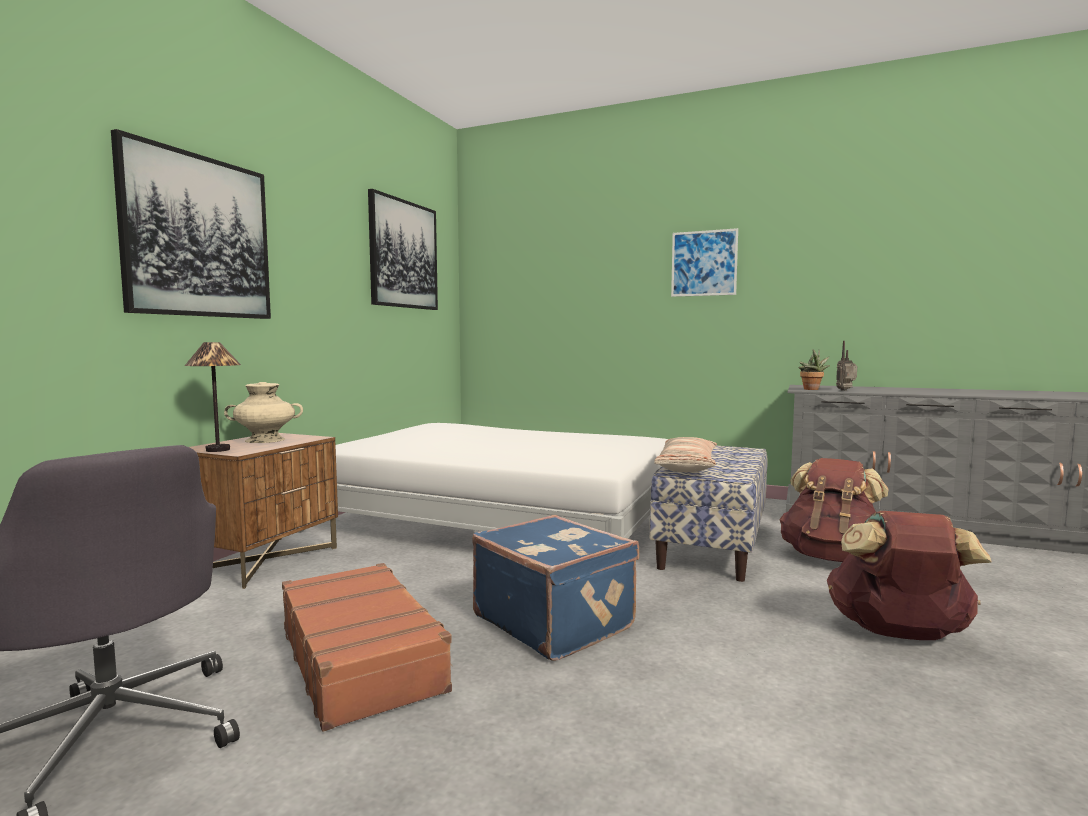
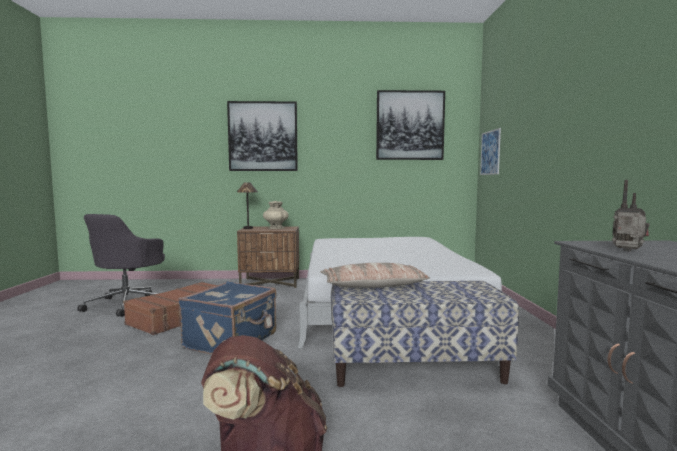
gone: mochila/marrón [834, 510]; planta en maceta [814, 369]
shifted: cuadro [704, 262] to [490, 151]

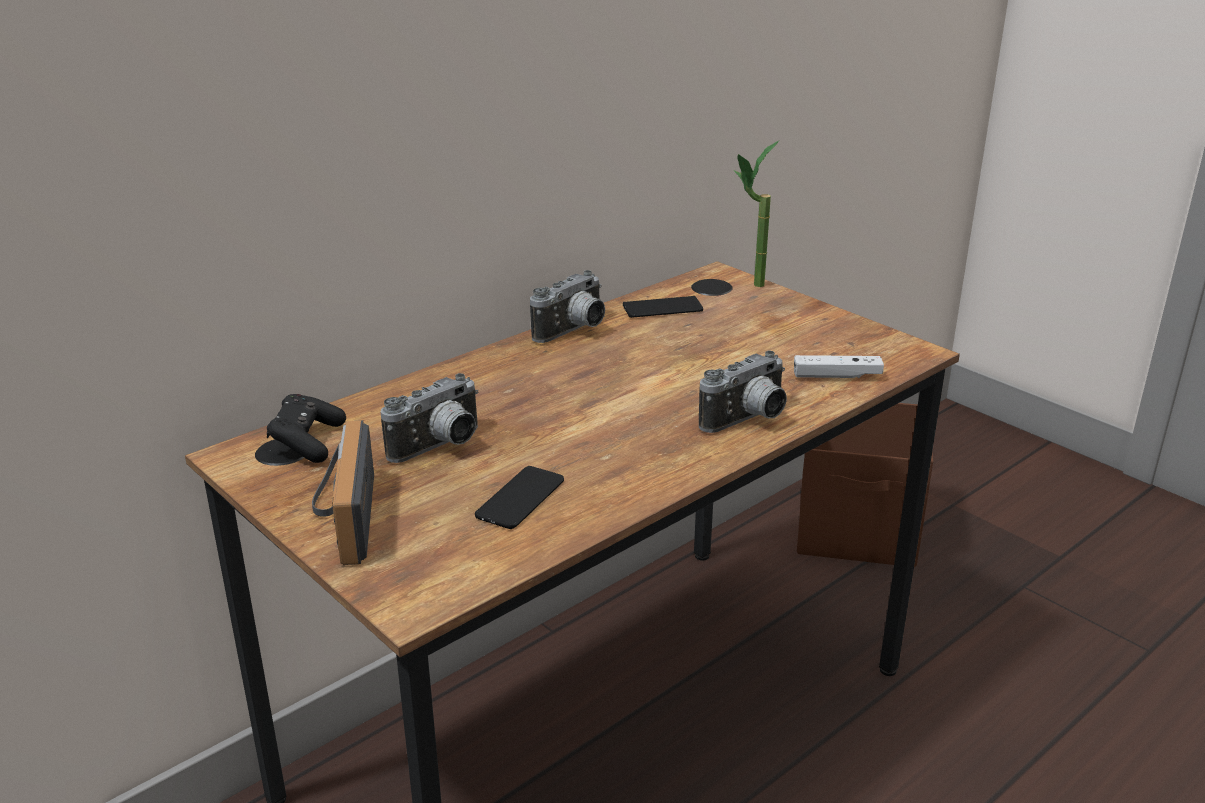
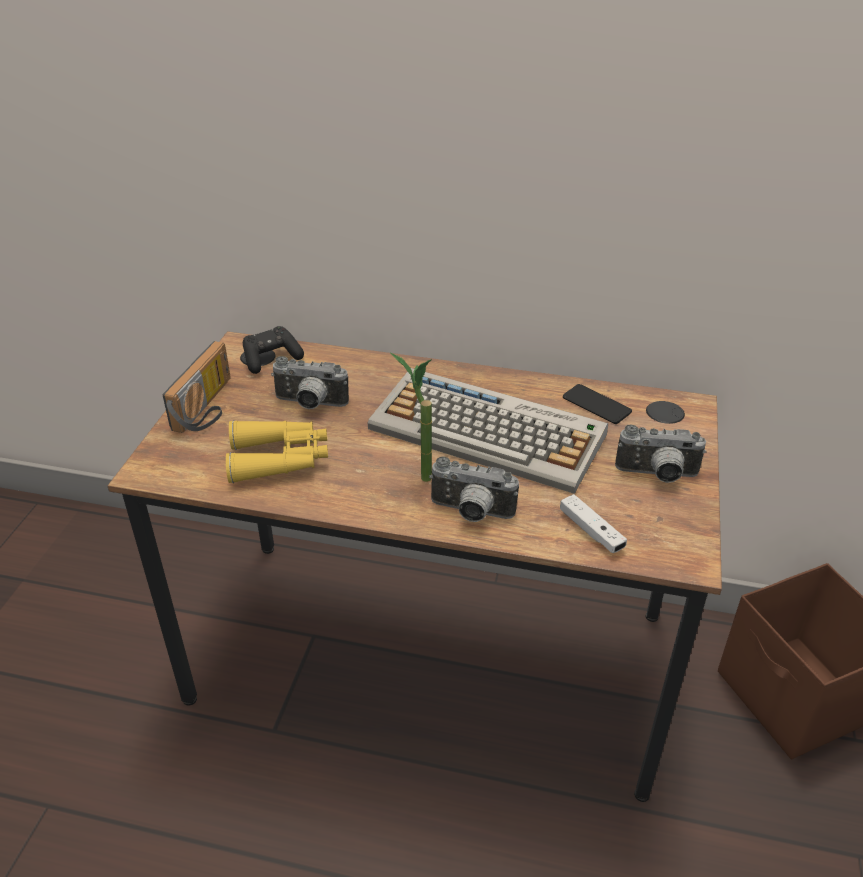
new: teclado [488, 431]
shifted: cámara [567, 306] to [661, 453]; planta en maceta [756, 214] to [411, 417]
swapped: móvil [519, 497] to prismáticos/amarillo [277, 451]
rotated: radio [343, 492] = [196, 387] 150 degrees clockwise

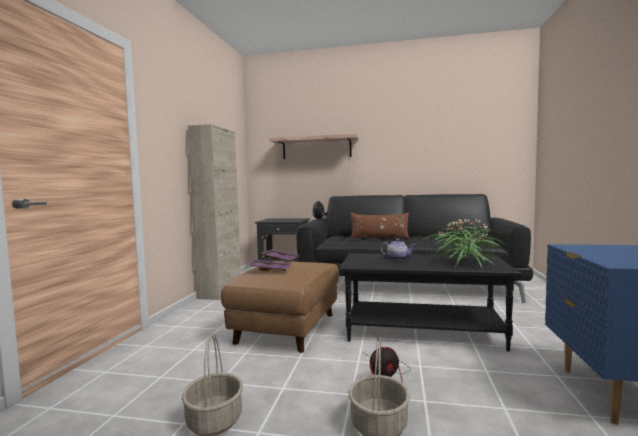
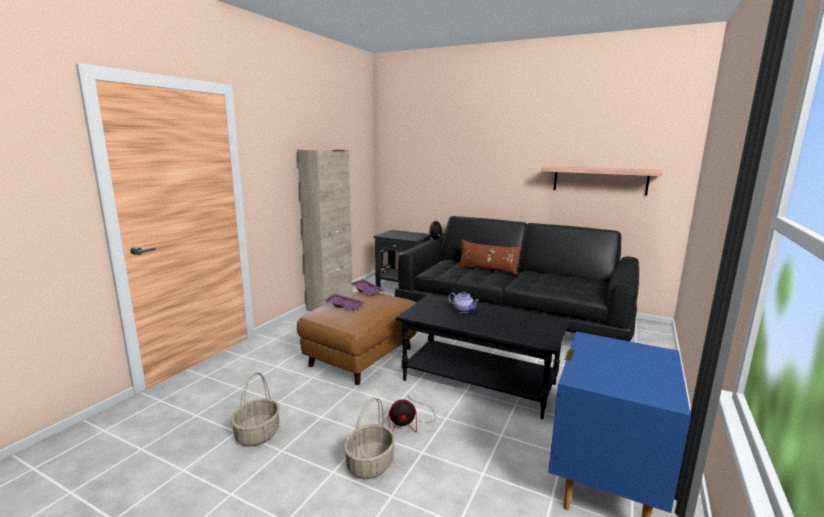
gone: planta en maceta [465, 243]
shifted: estante [314, 146] to [602, 180]

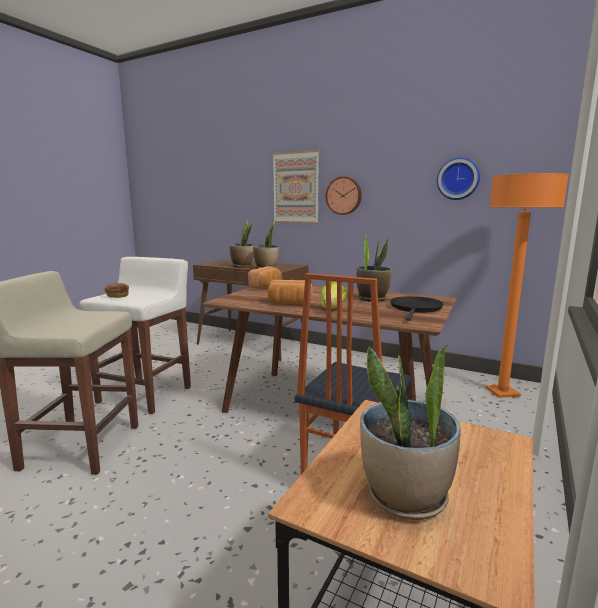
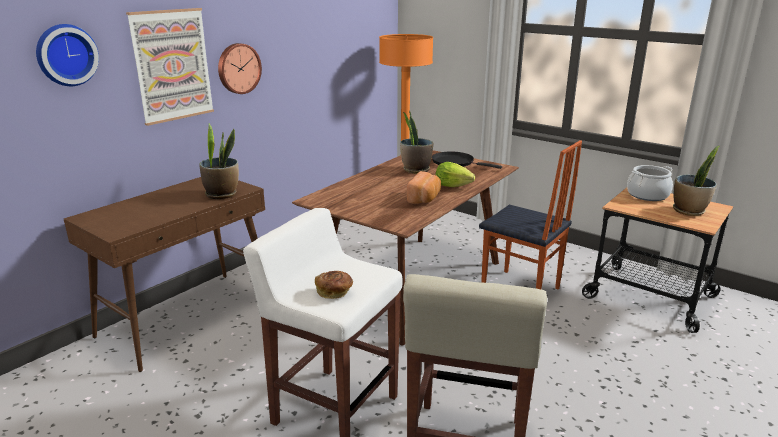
gone: planta en maceta [242, 244]; pan [265, 277]
new: olla [650, 183]
shifted: reloj de pared [458, 178] to [67, 55]

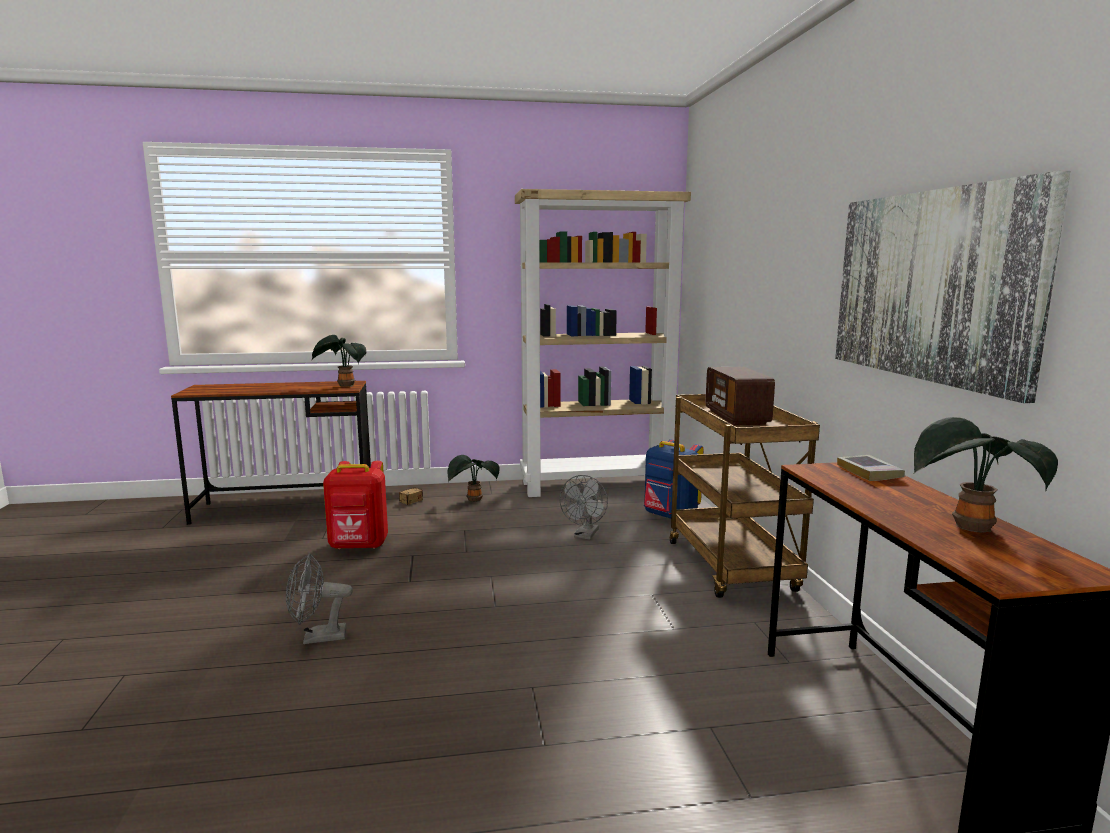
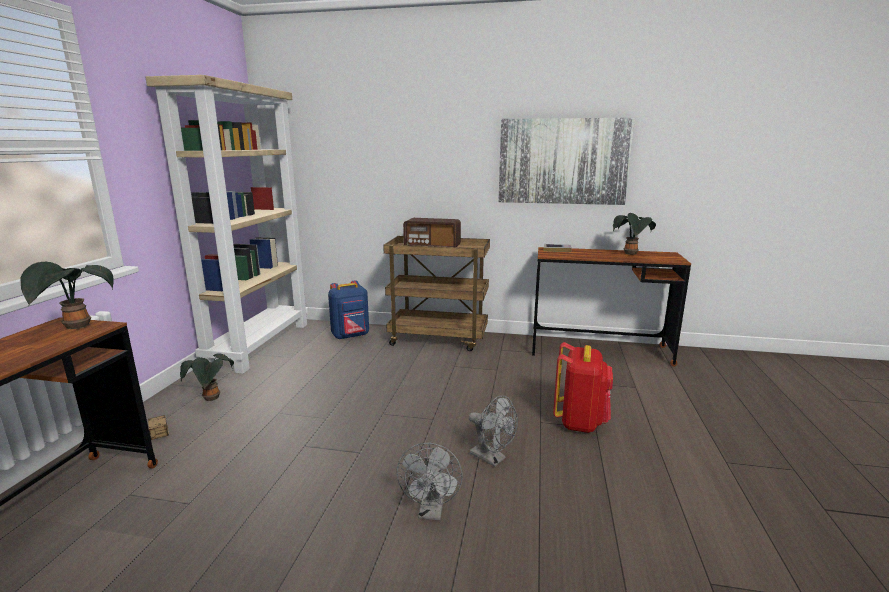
shifted: mochila/rojo [355, 505] to [583, 387]; ventilador/gris [583, 507] to [493, 431]

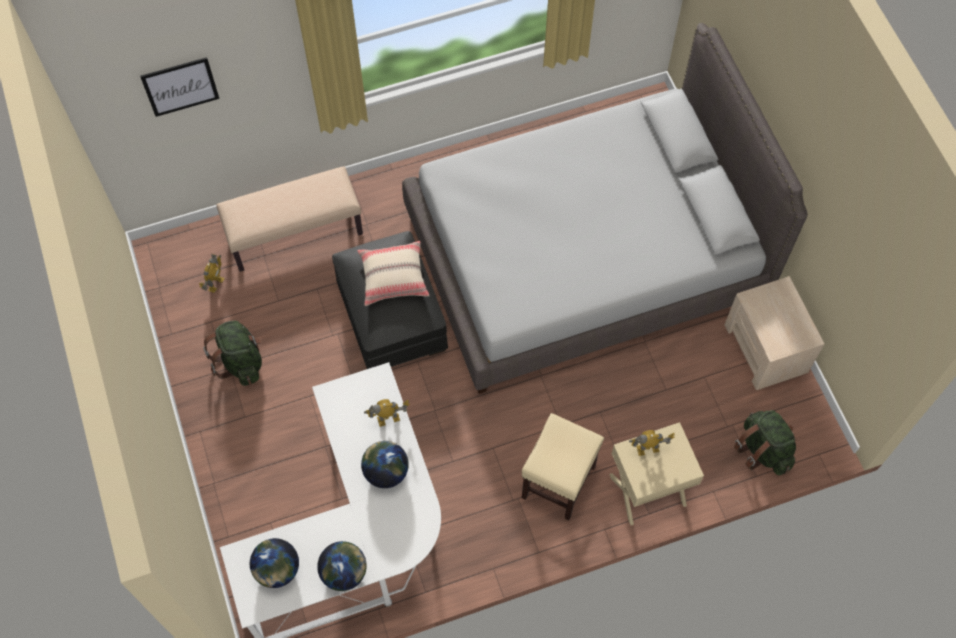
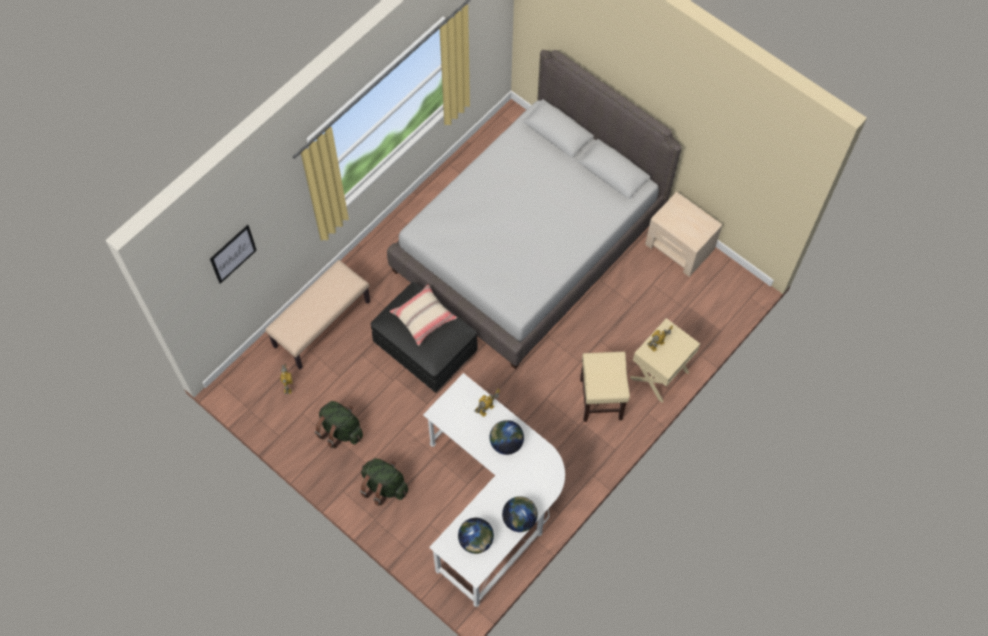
shifted: mochila/verde [765, 442] to [384, 482]

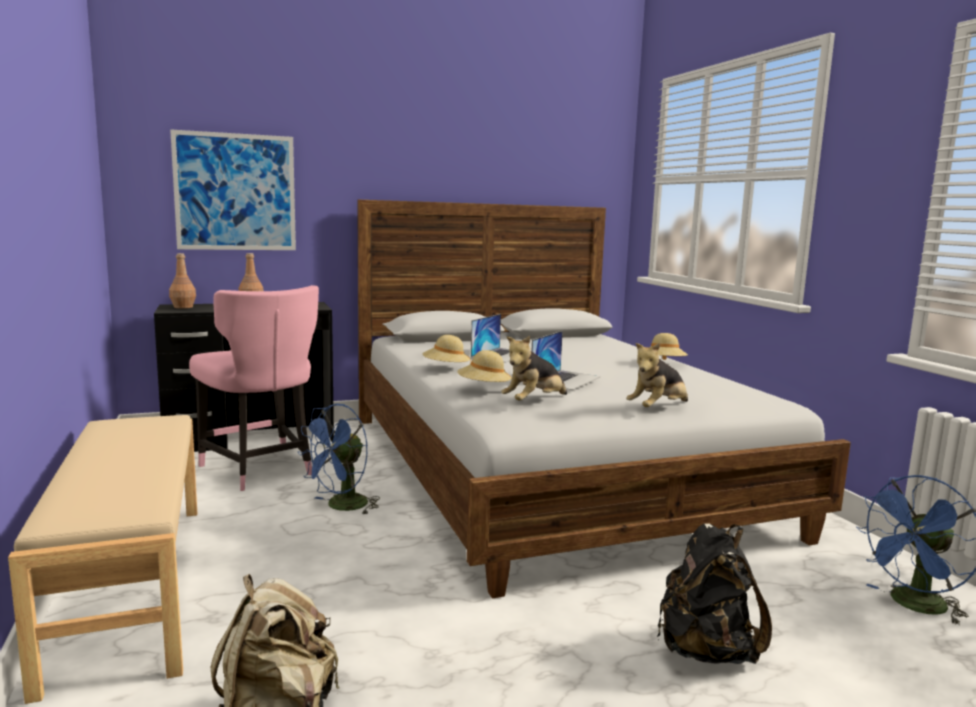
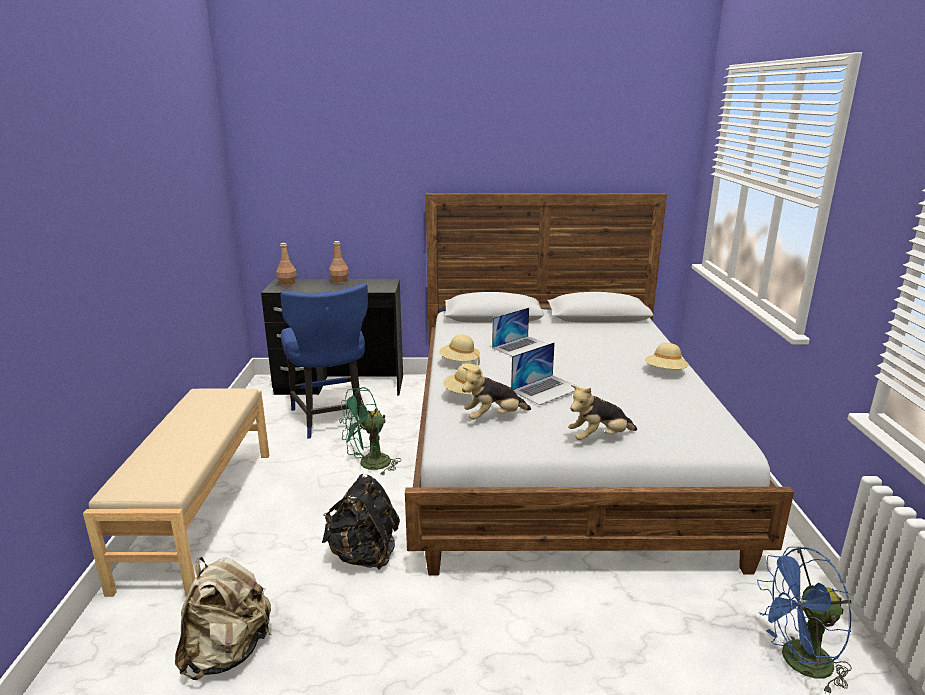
gone: cuadro [233, 189]
shifted: mochila/negro [714, 593] to [361, 522]
repainted: silla/rosa [254, 388] to silla/azul [324, 361]; ventilador/azul [339, 459] to ventilador/verde [370, 431]

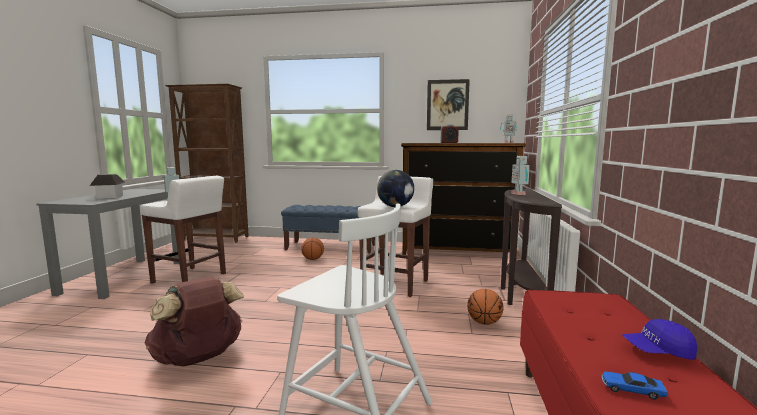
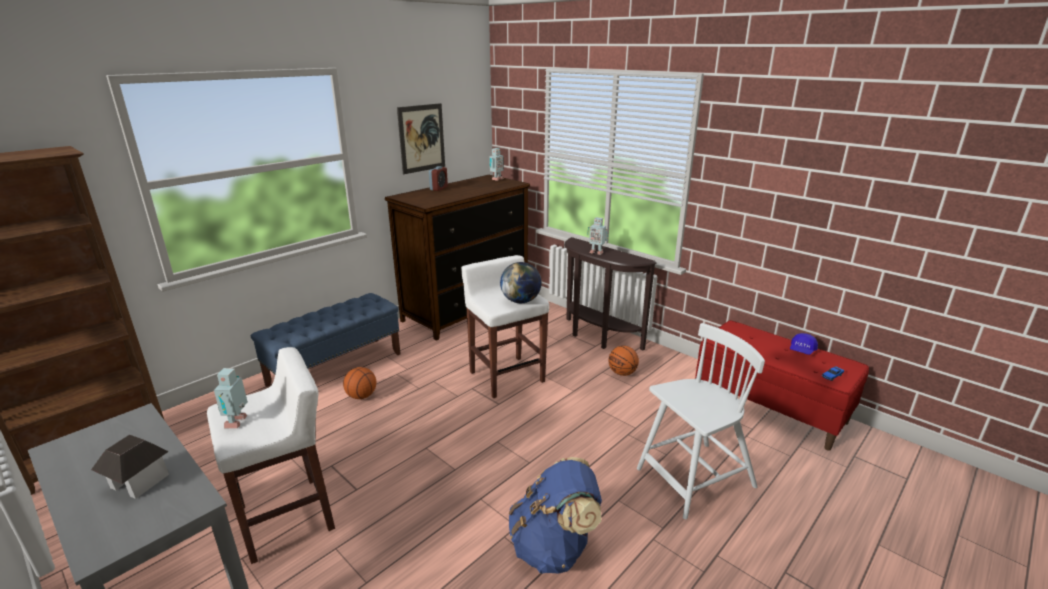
repainted: mochila/marrón [194, 321] to mochila/azul [555, 515]

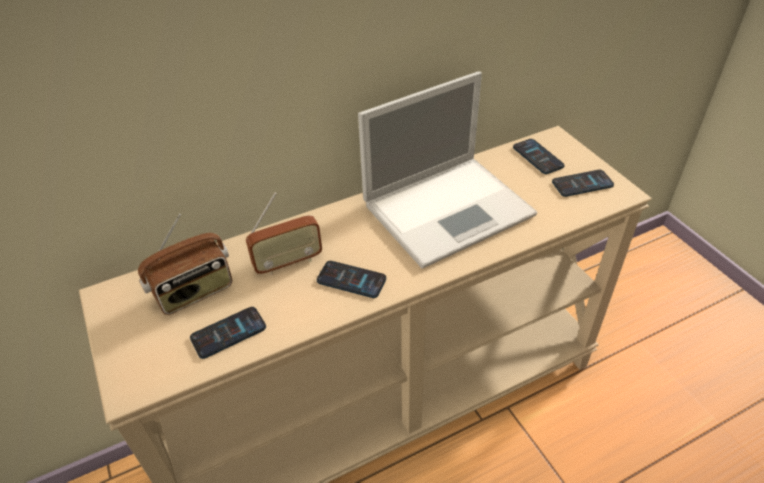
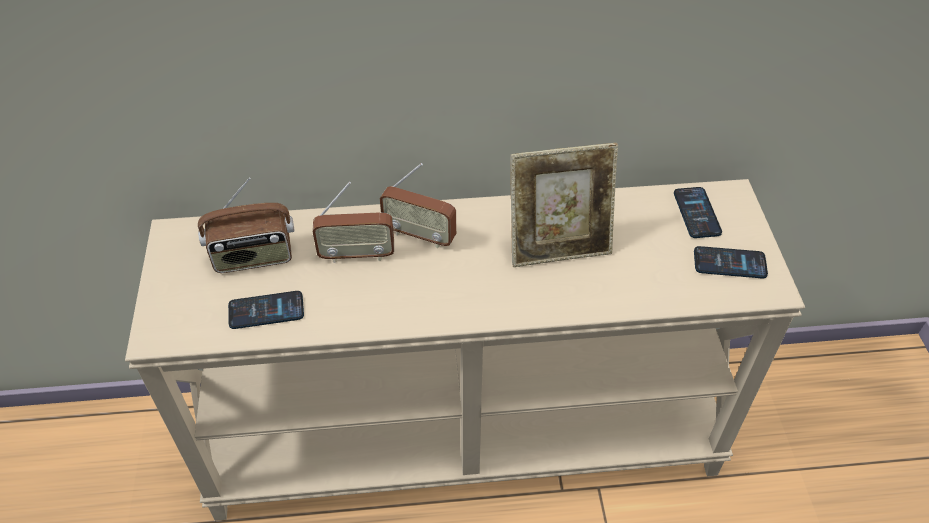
gone: móvil [351, 279]
new: radio [418, 205]
swapped: portátil [447, 170] to portarretratos [564, 205]

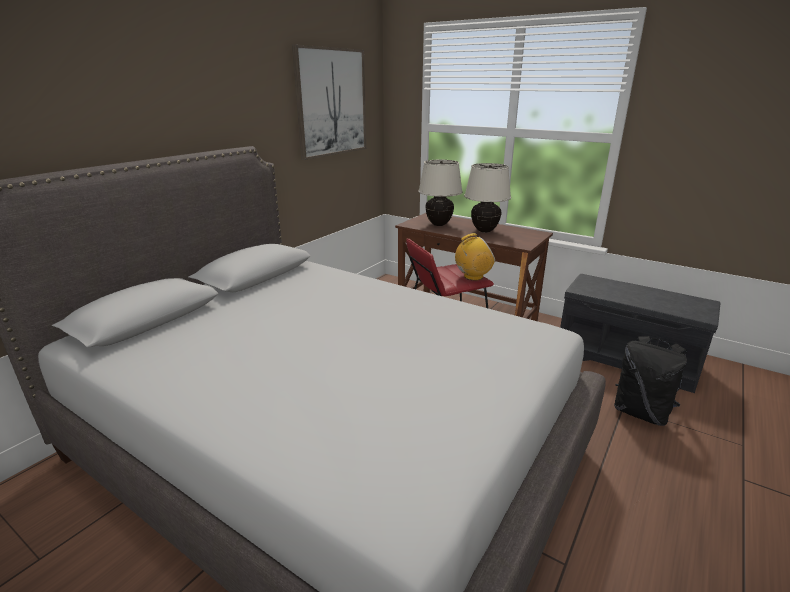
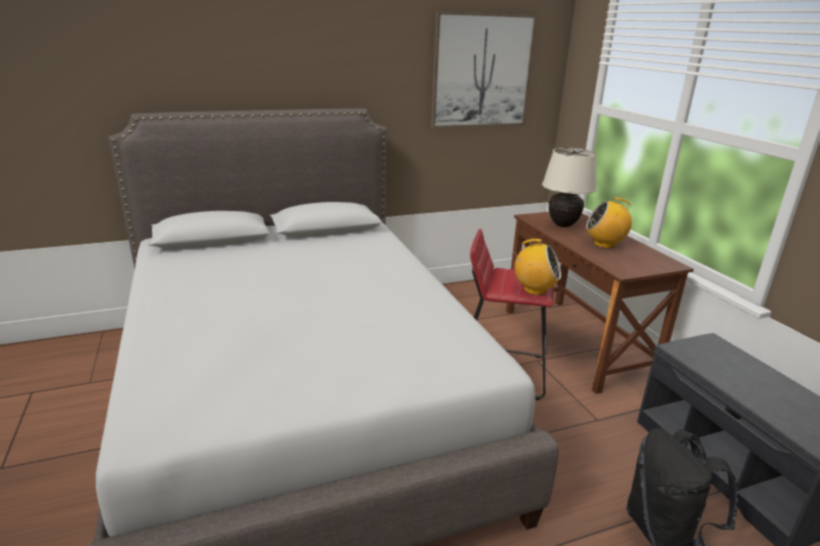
swapped: lámpara de mesa/beis [487, 198] to radio [609, 222]

